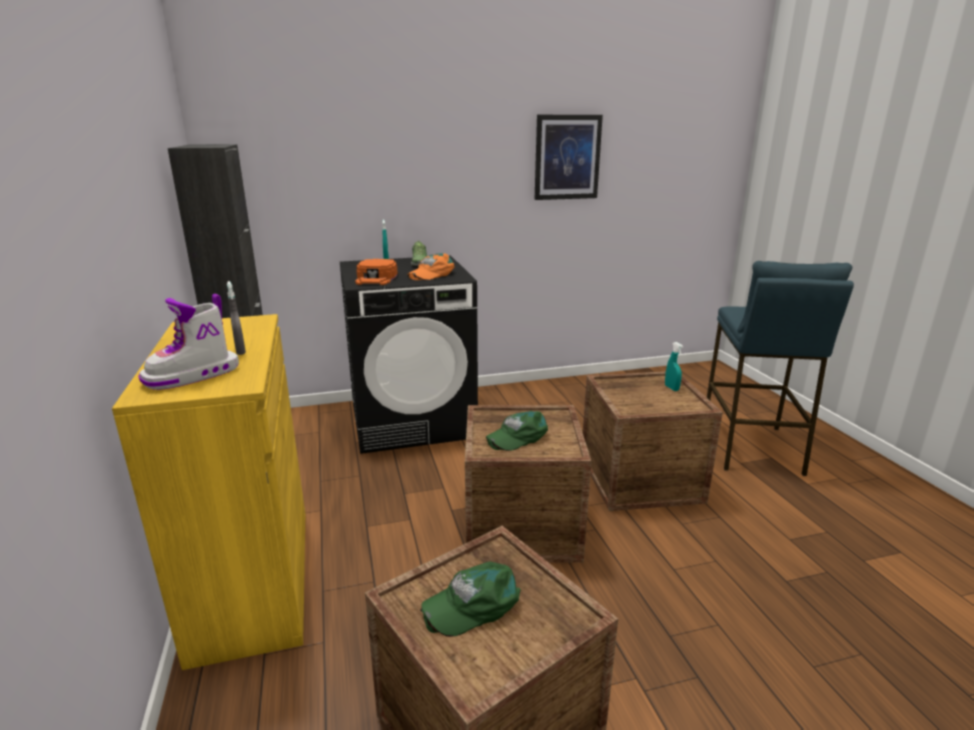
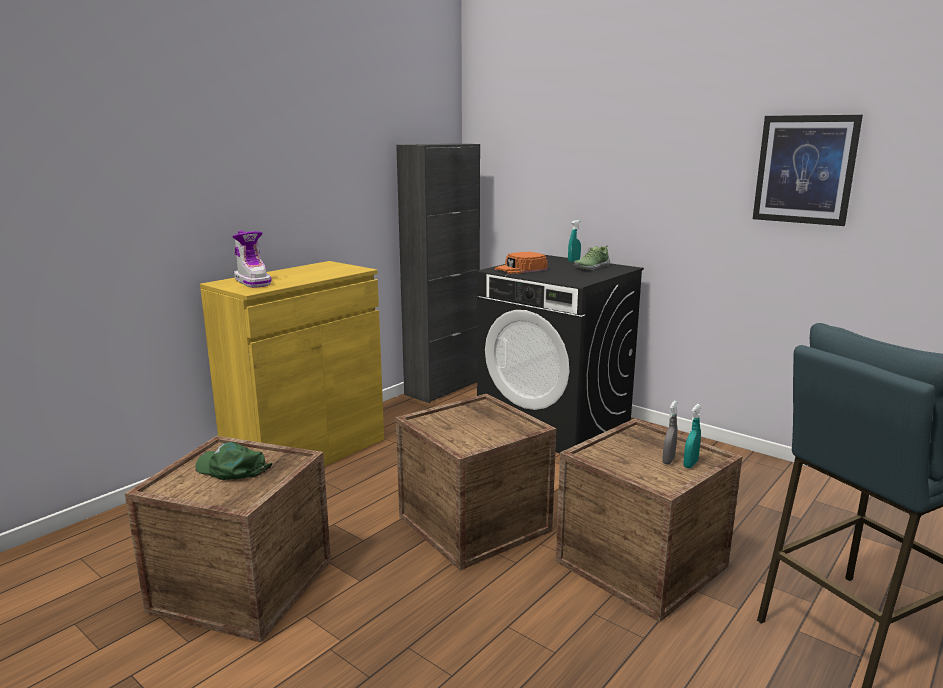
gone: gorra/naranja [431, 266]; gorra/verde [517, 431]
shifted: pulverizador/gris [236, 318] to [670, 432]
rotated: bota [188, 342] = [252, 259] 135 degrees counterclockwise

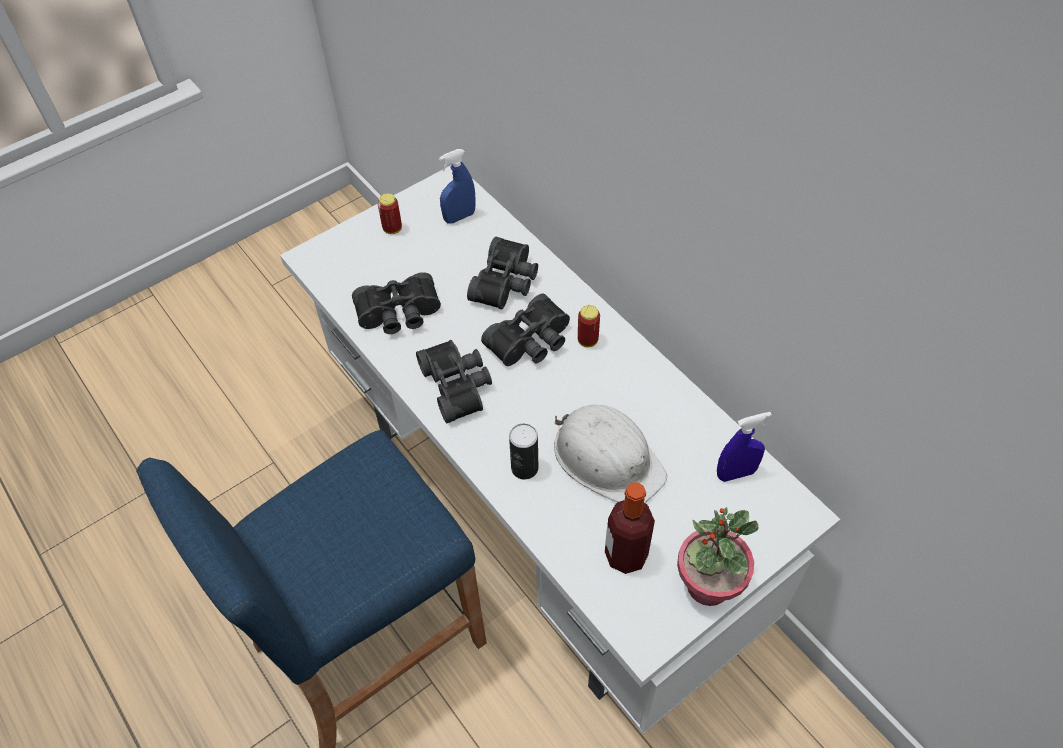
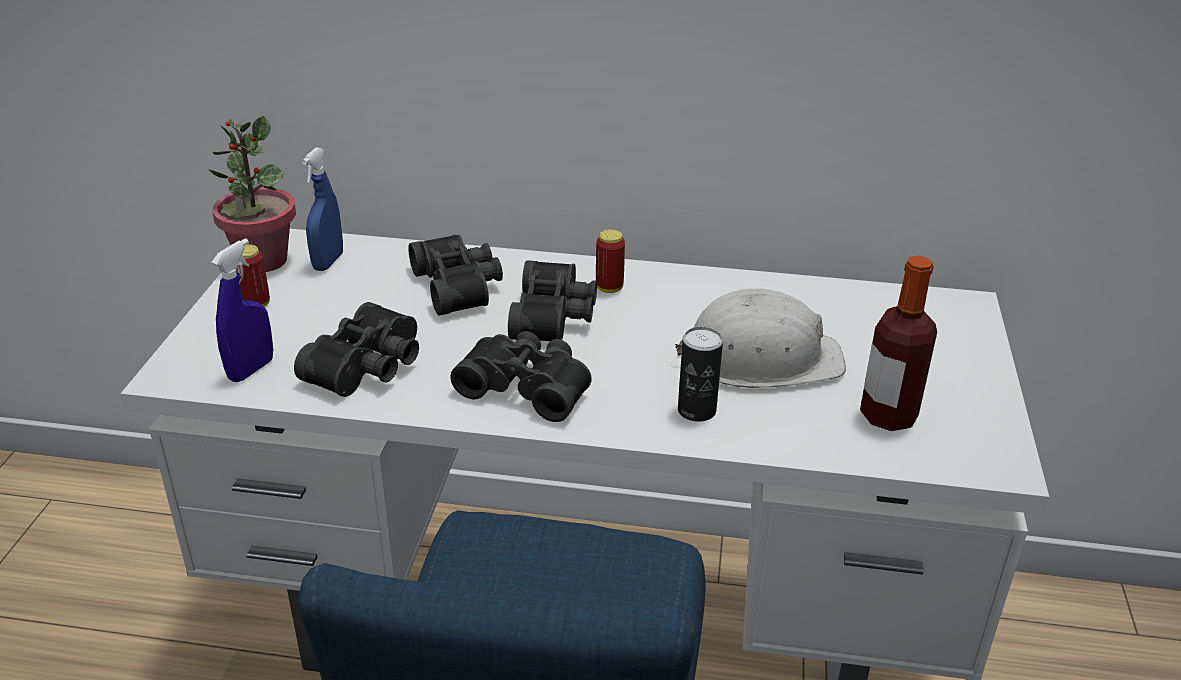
shifted: planta en maceta [717, 556] to [252, 194]; pulverizador/azul [744, 447] to [242, 310]

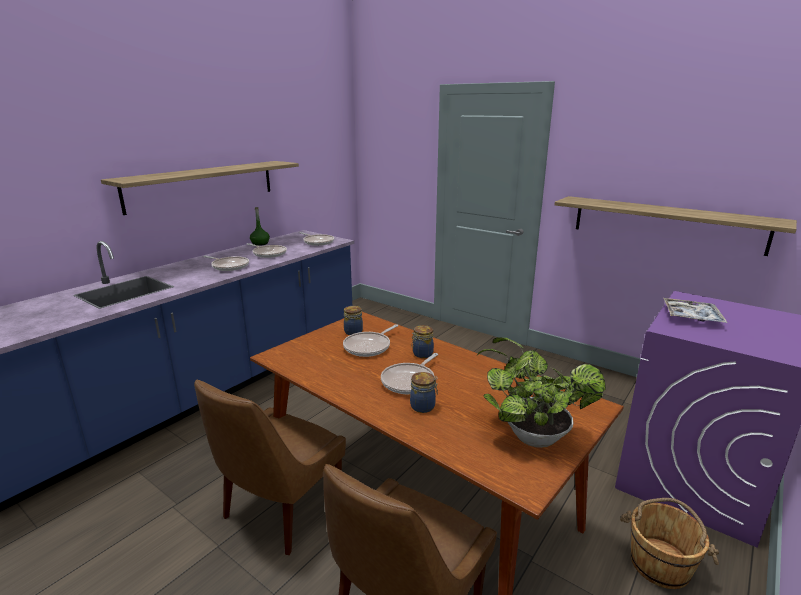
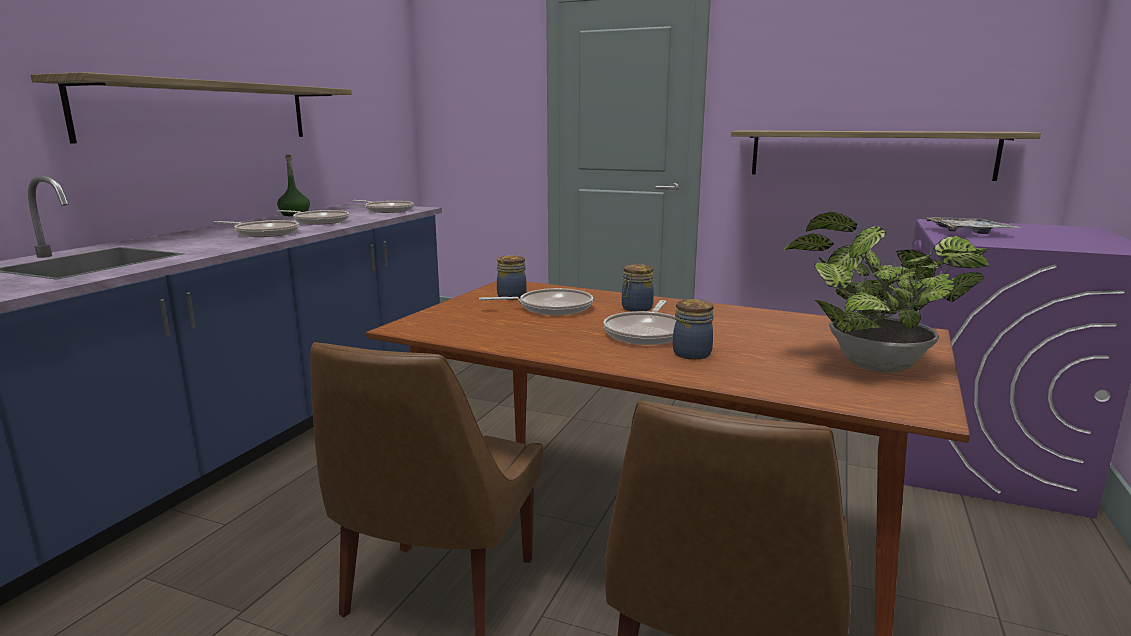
gone: cubo/marrón [669, 543]
rotated: sartén [370, 340] = [536, 301] 120 degrees counterclockwise

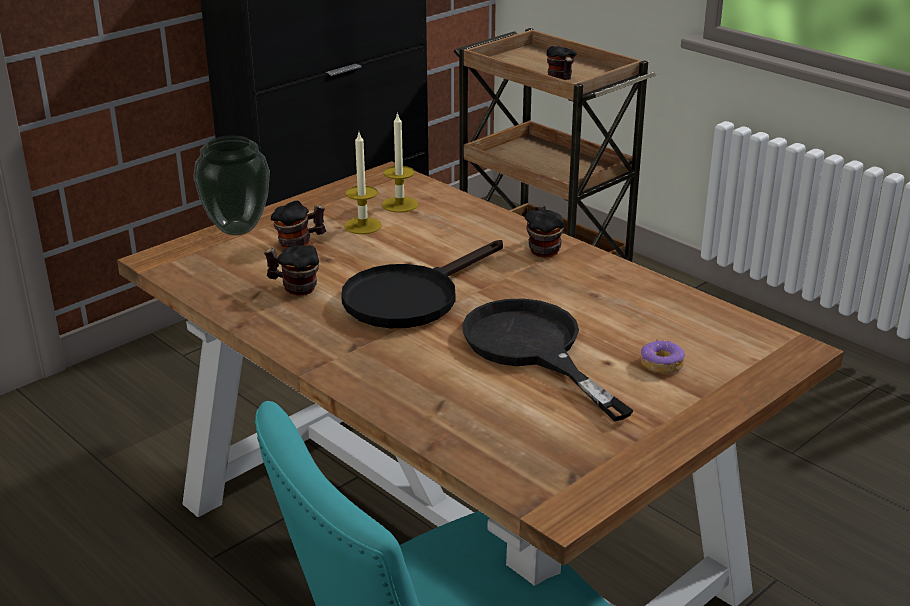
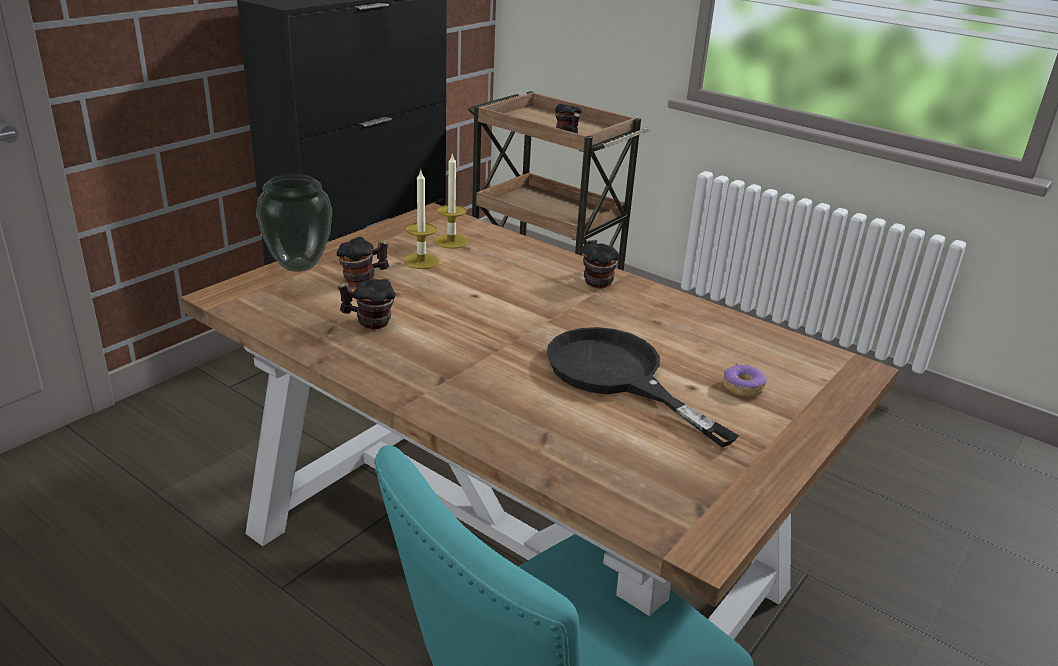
gone: sartén/negro [422, 284]

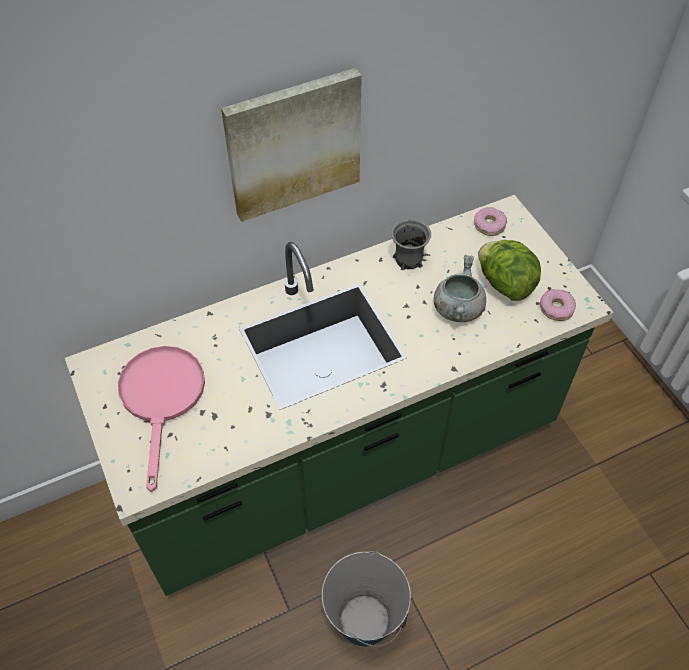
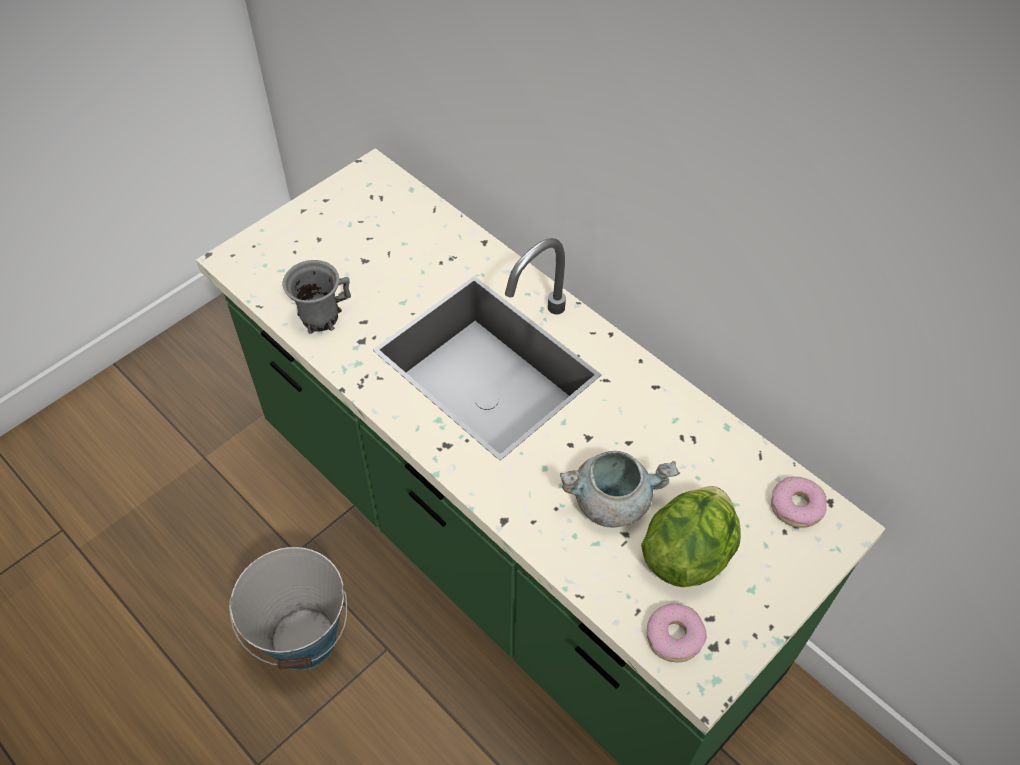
gone: sartén/rosa [161, 419]; cuadro [291, 145]
shifted: taza grande/gris [411, 244] to [316, 297]

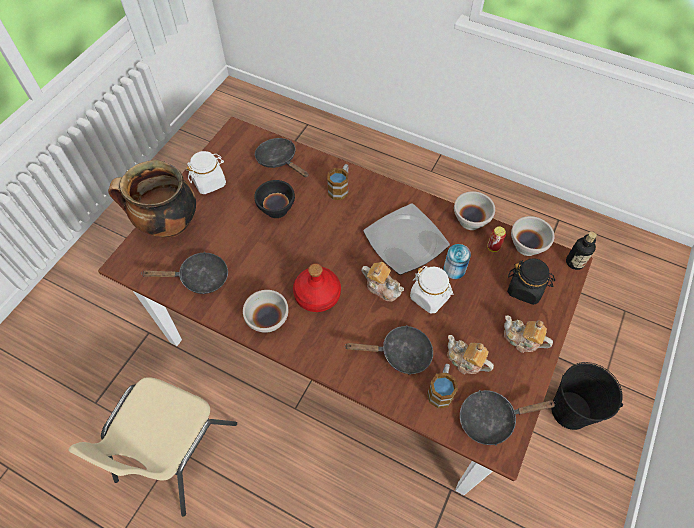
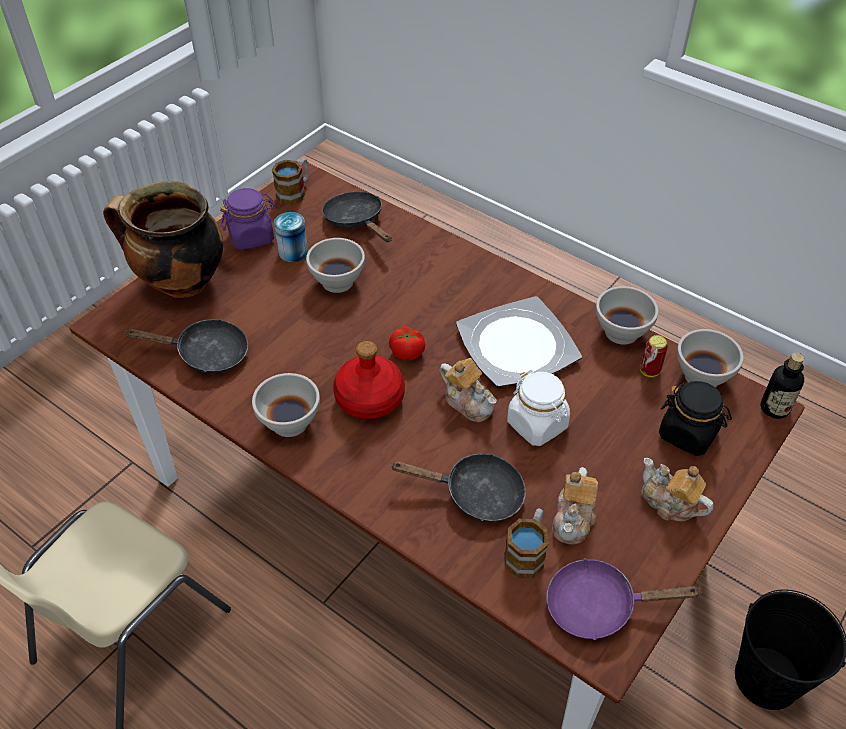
new: tomate [407, 343]
shifted: taza grande [338, 182] to [290, 181]; lata [457, 261] to [291, 237]
repainted: tarro/blanco [206, 172] to tarro/morado [247, 219]; cuenco/negro [274, 199] to cuenco/blanco [335, 265]; sartén/negro [508, 418] to sartén/morado [624, 599]
rotated: tetera [470, 354] = [575, 505] 120 degrees counterclockwise

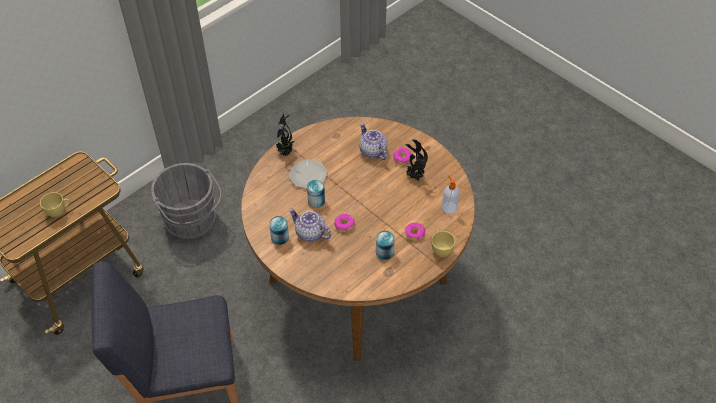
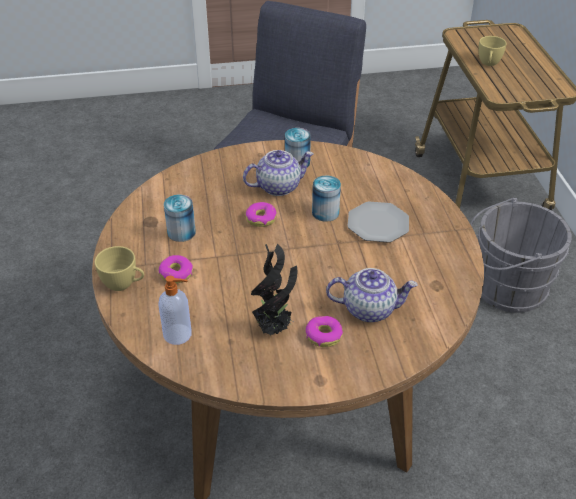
gone: planta en maceta [285, 135]

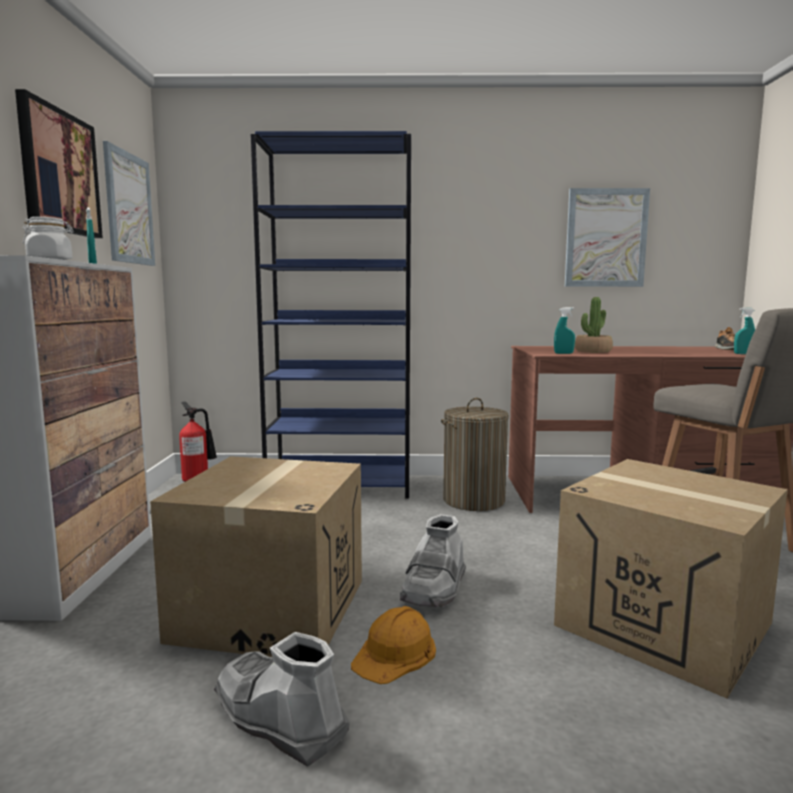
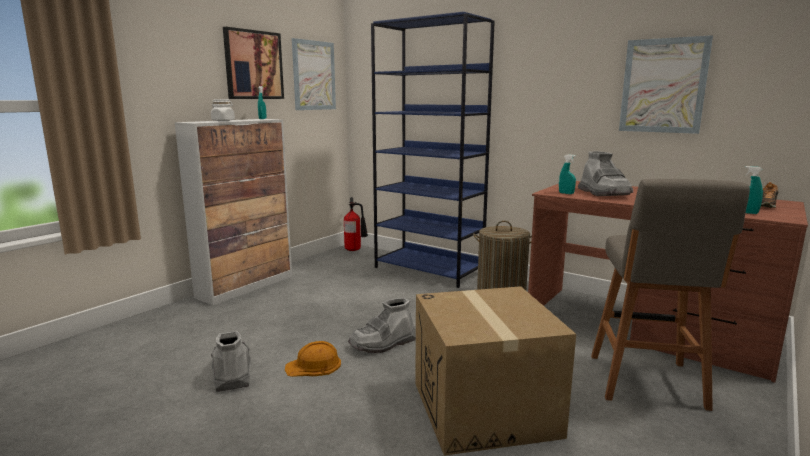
gone: caja de cartón [256, 556]
swapped: planta en maceta [594, 325] to bota/gris [605, 173]

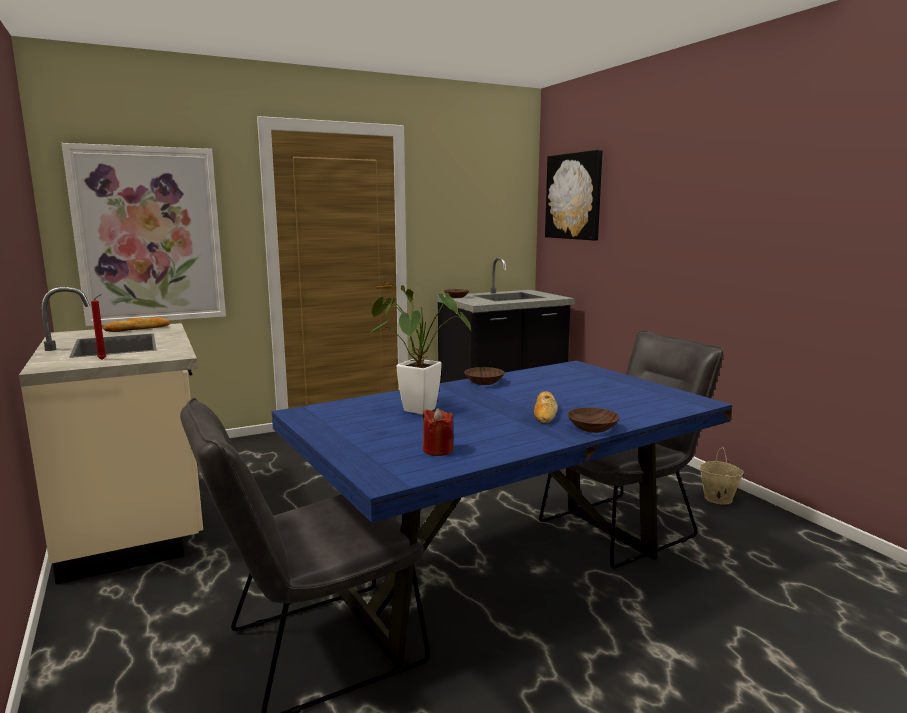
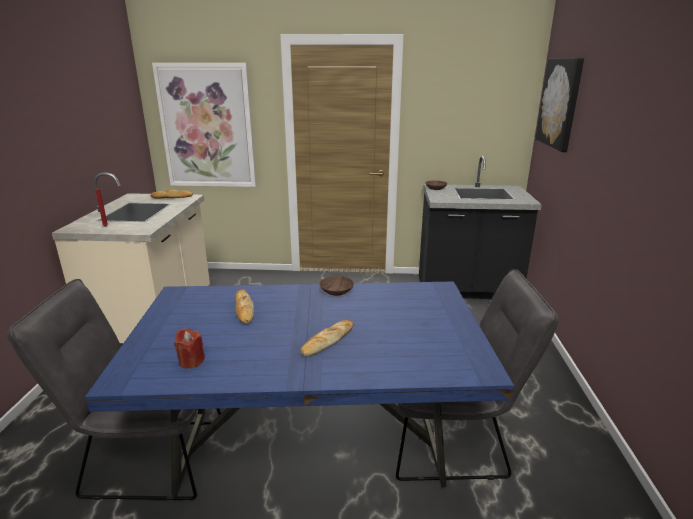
gone: cuenco/marrón [593, 420]; cubo/beis [721, 476]
swapped: planta en maceta [420, 350] to pan [244, 306]

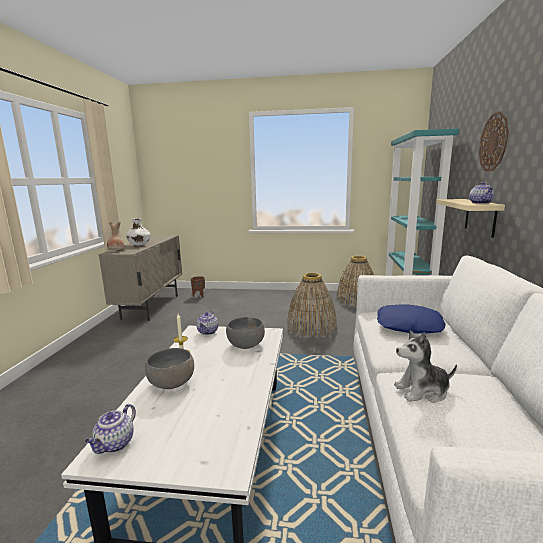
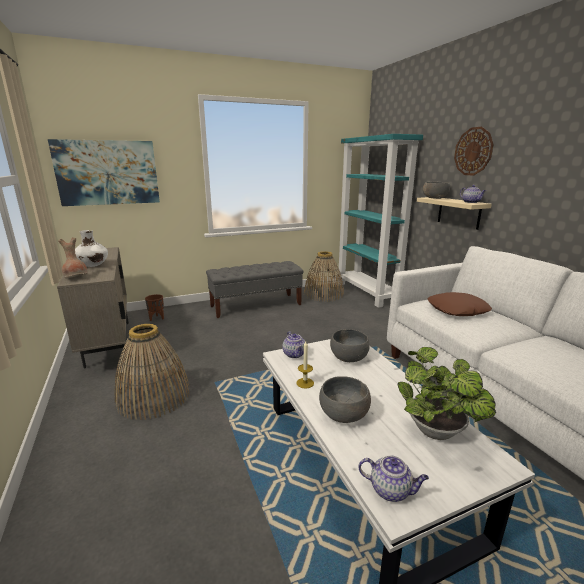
gone: peluche [425, 367]
new: cuadro [104, 172]; banco/gris [254, 289]; planta en maceta [447, 393]; cuenco/gris [436, 190]
shifted: cesta [312, 305] to [152, 372]
repainted: cojín/azul [411, 318] to cojín/marrón [460, 304]
rotated: tetera [110, 429] = [393, 478] 60 degrees counterclockwise

